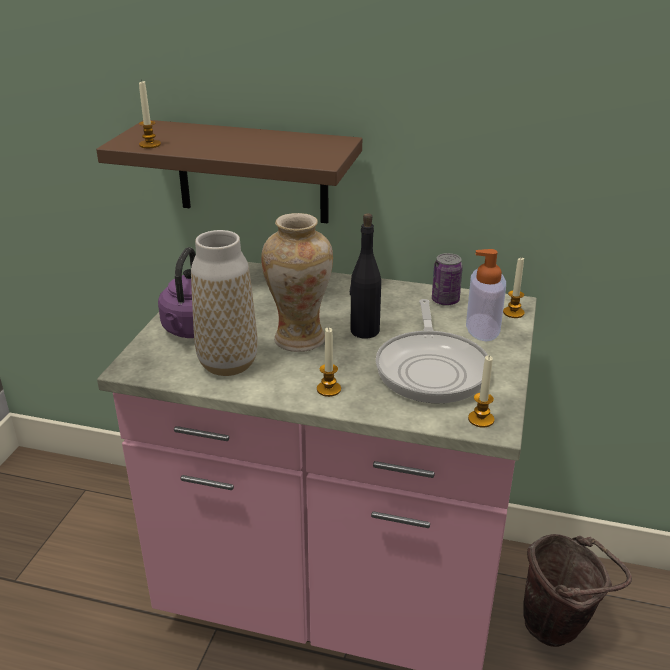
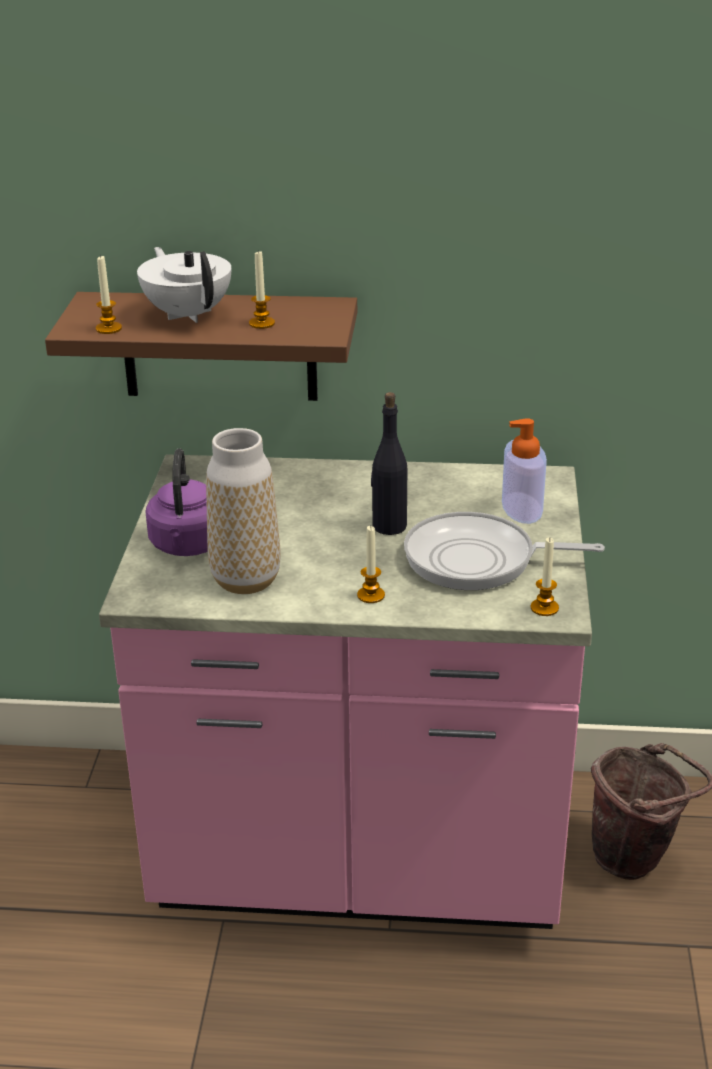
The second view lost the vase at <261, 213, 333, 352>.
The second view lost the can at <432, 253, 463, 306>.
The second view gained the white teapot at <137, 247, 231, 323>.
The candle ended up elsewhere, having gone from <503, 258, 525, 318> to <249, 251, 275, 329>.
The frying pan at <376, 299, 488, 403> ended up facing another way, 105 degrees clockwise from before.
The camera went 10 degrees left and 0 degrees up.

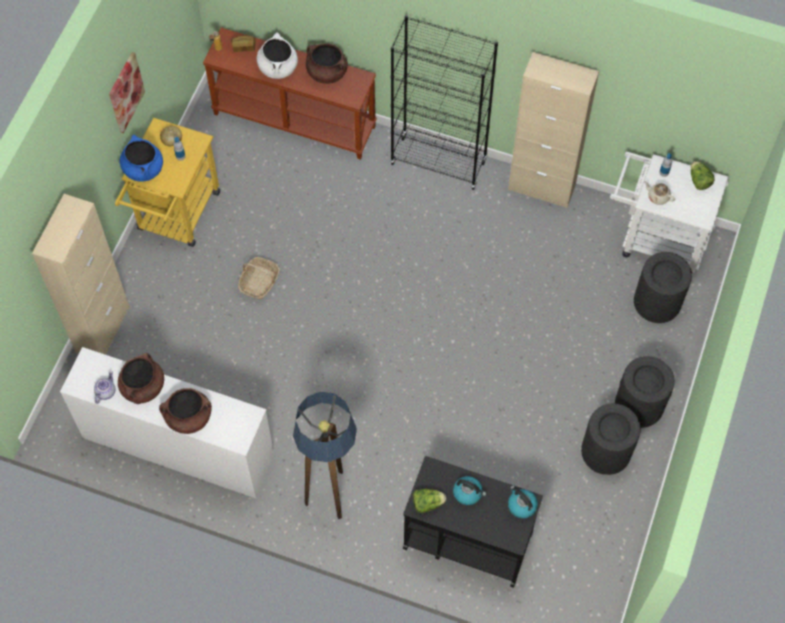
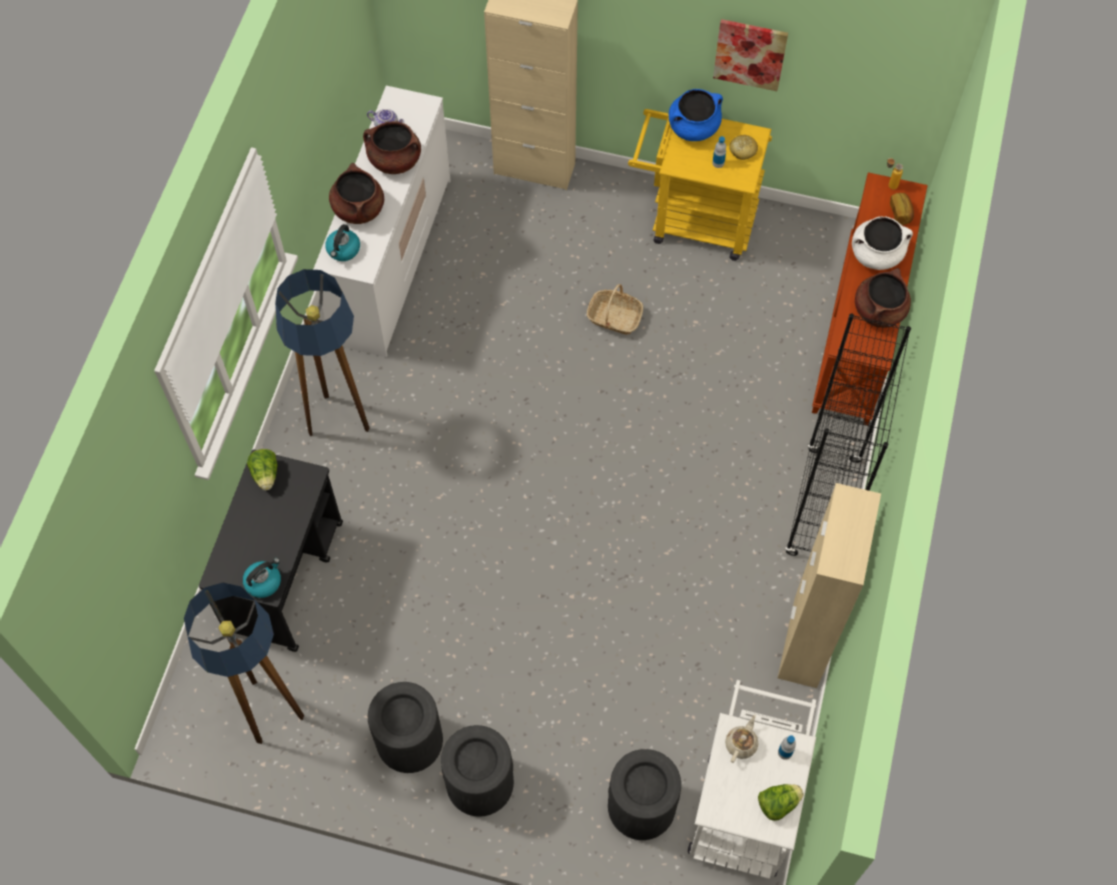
The second view gained the floor lamp at <184, 583, 304, 744>.
The kettle ended up elsewhere, having gone from <453, 476, 486, 505> to <325, 224, 360, 261>.
The camera went 85 degrees right and 0 degrees up.

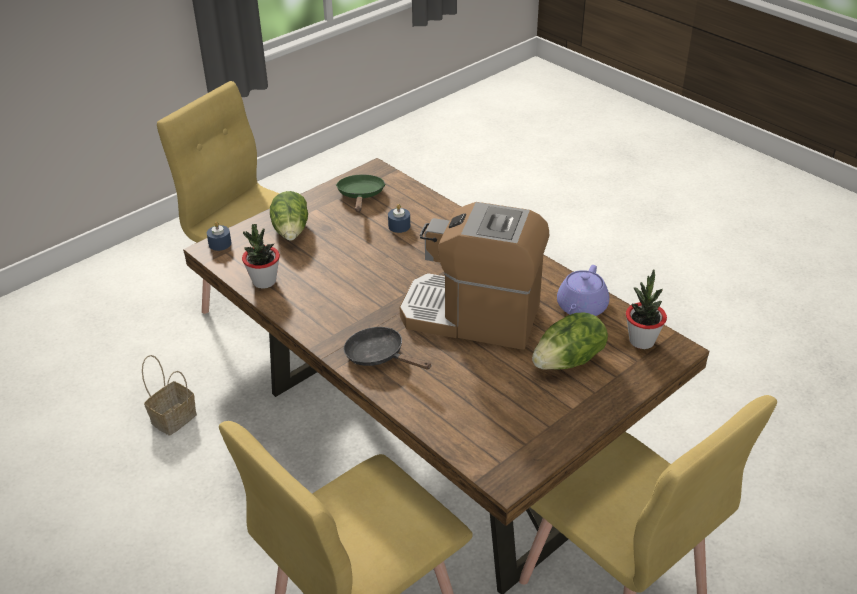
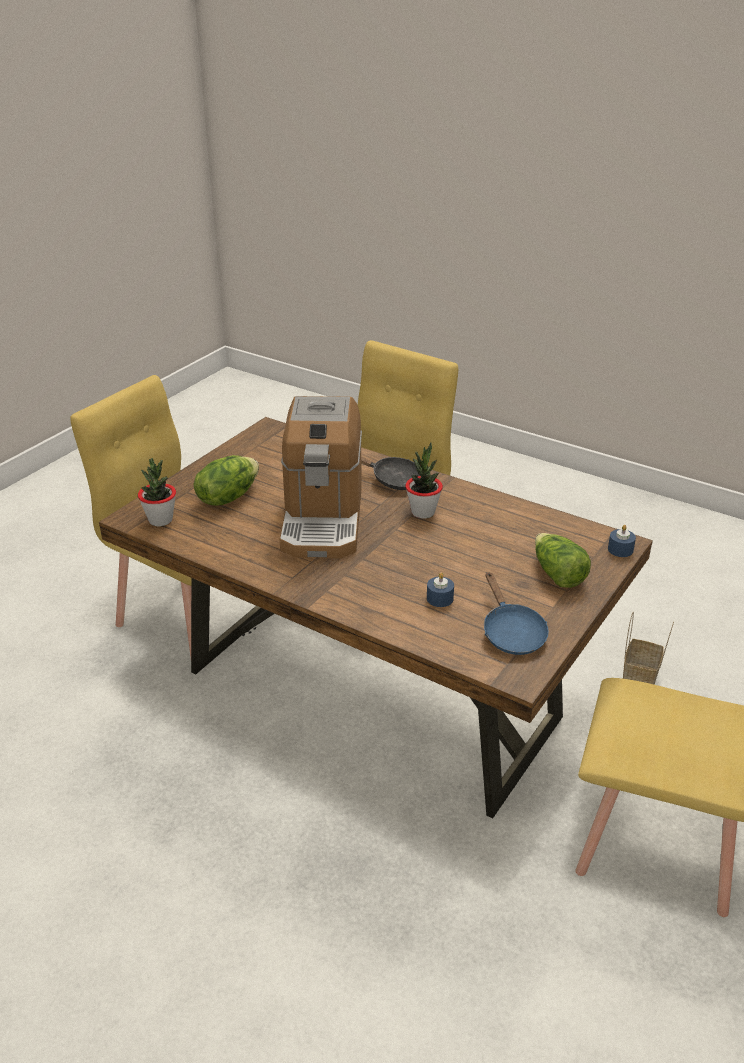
The second view lost the purple teapot at <557, 265, 609, 316>.
The potted plant ended up elsewhere, having gone from <242, 224, 280, 289> to <405, 442, 443, 519>.
What was the green frying pan at <336, 174, 386, 212> turned into the blue frying pan at <484, 572, 549, 655>.
The coffee machine at <400, 202, 550, 350> ended up facing another way, 90 degrees clockwise from before.
The camera went 165 degrees right and 5 degrees down.

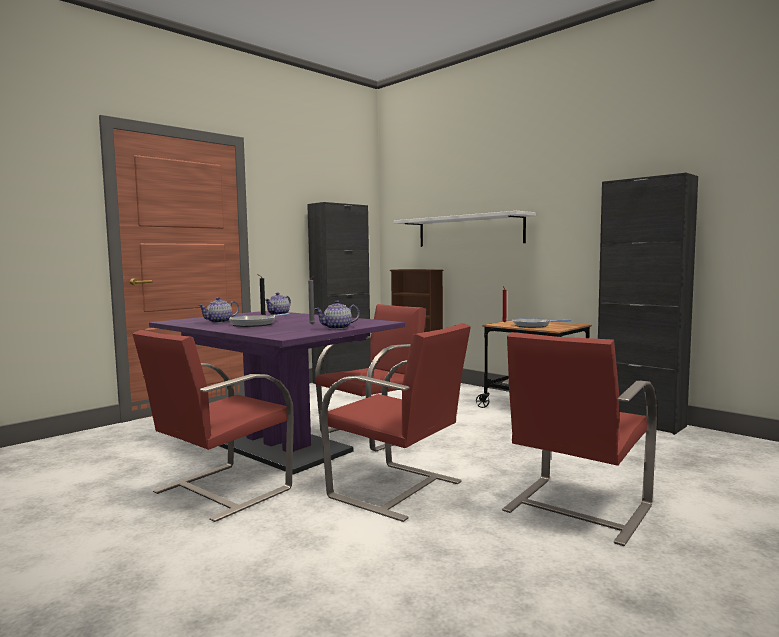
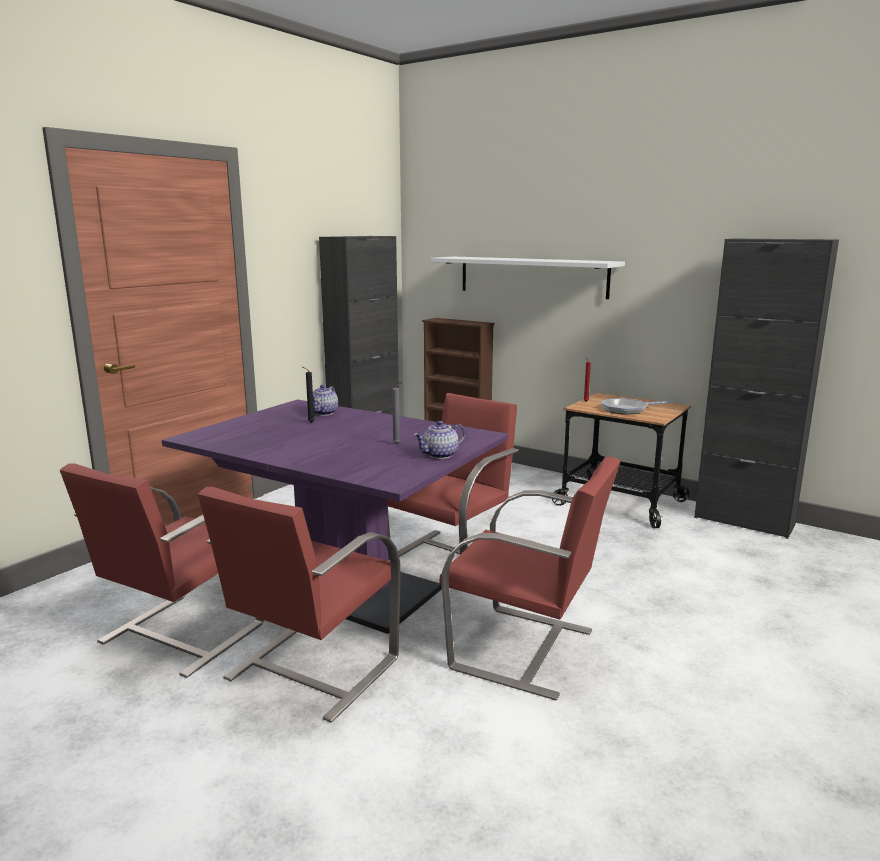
The second view lost the teapot at <198, 297, 239, 323>.
The second view lost the frying pan at <229, 313, 289, 327>.
The red chair ended up elsewhere, having gone from <502, 332, 657, 546> to <60, 463, 264, 678>.
The camera went 10 degrees left and 10 degrees up.

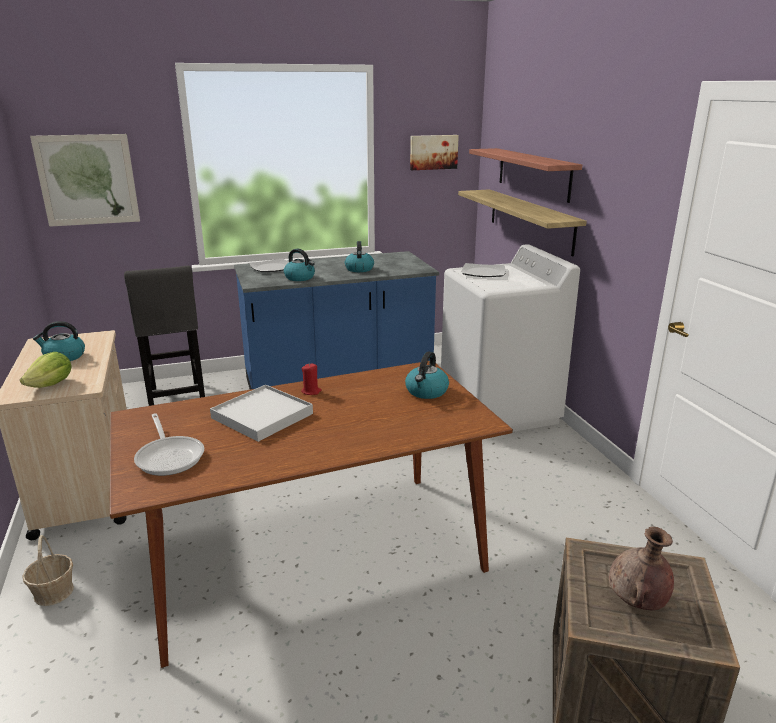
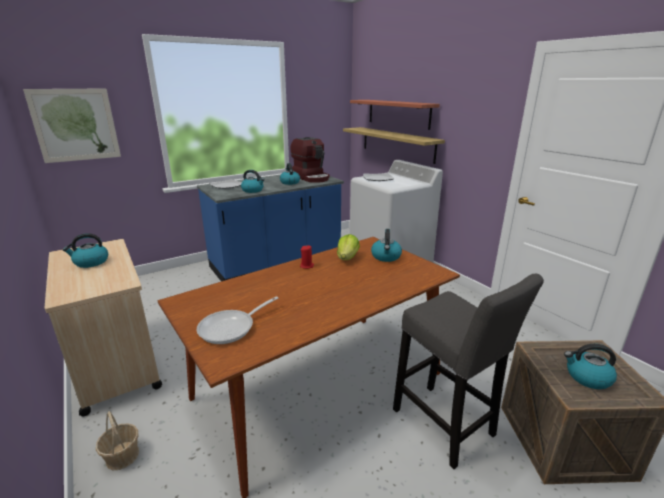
The second view lost the white tray at <210, 385, 313, 442>.
The second view lost the picture at <410, 135, 459, 170>.
The second view gained the coffee machine at <290, 137, 329, 183>.
The lettuce ended up elsewhere, having gone from <20, 352, 71, 388> to <337, 234, 360, 260>.
The grey stool ended up elsewhere, having gone from <124, 266, 205, 406> to <393, 274, 544, 469>.
Where the brown vase stood at <609, 526, 674, 610>, the kettle came to stand at <564, 344, 617, 389>.
The frying pan at <134, 413, 204, 476> ended up facing another way, 90 degrees clockwise from before.
The camera went 15 degrees left and 0 degrees up.

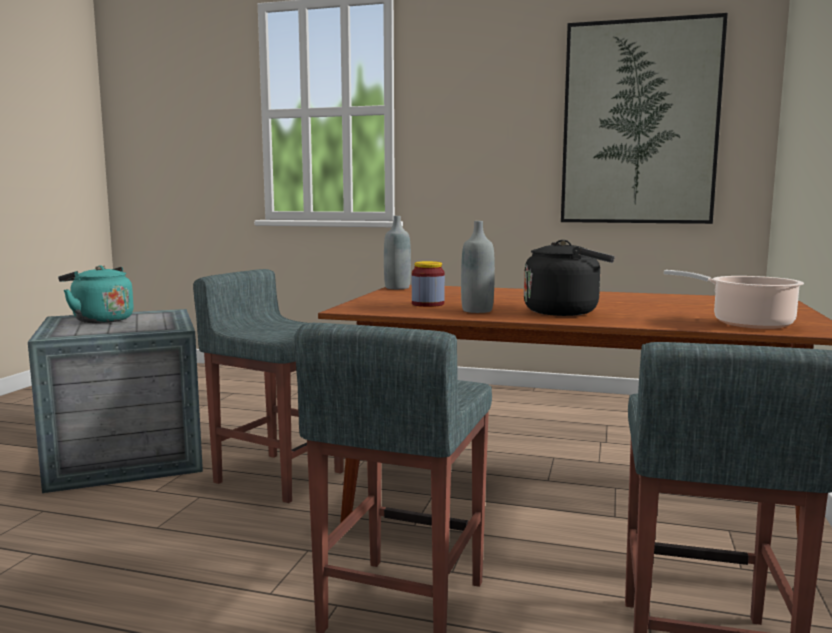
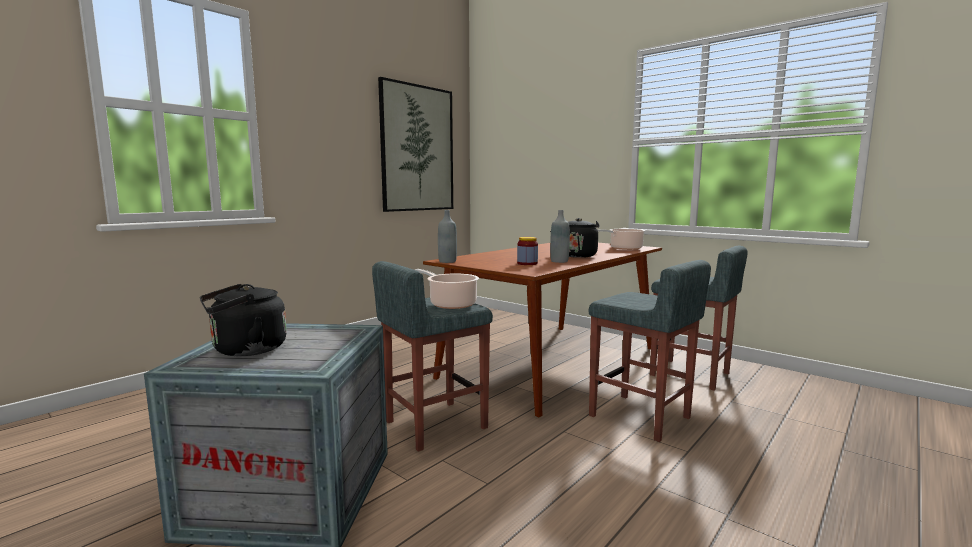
The second view gained the cooking pot at <415, 269, 479, 309>.
What was the turquoise kettle at <58, 265, 134, 323> turned into the black kettle at <200, 284, 287, 356>.
The camera went 65 degrees left and 0 degrees up.

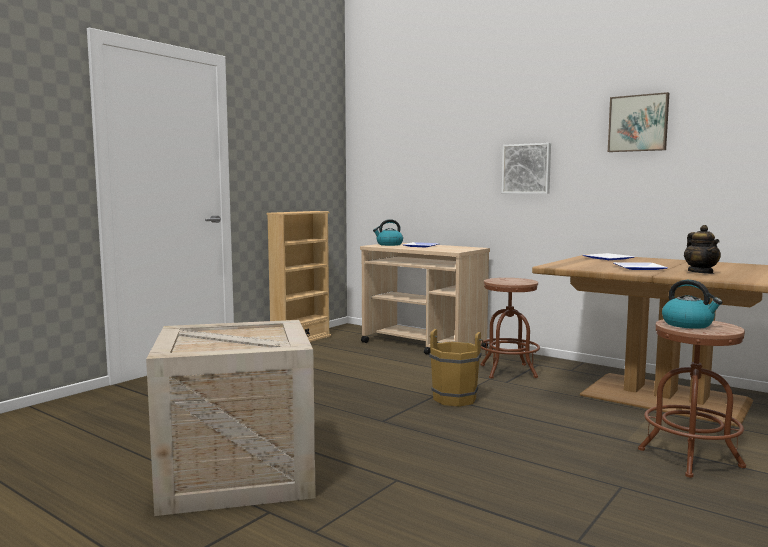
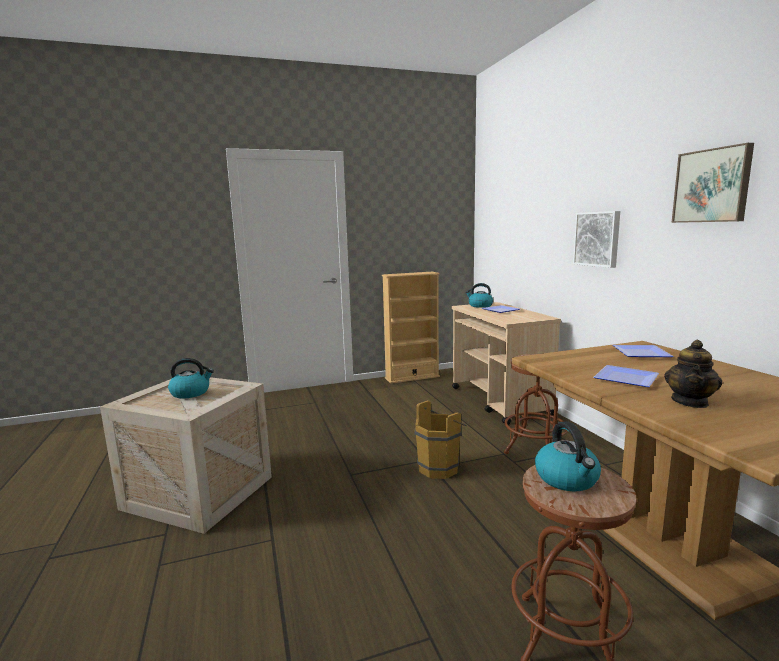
The second view gained the kettle at <168, 358, 214, 399>.
The camera went 35 degrees right and 5 degrees up.

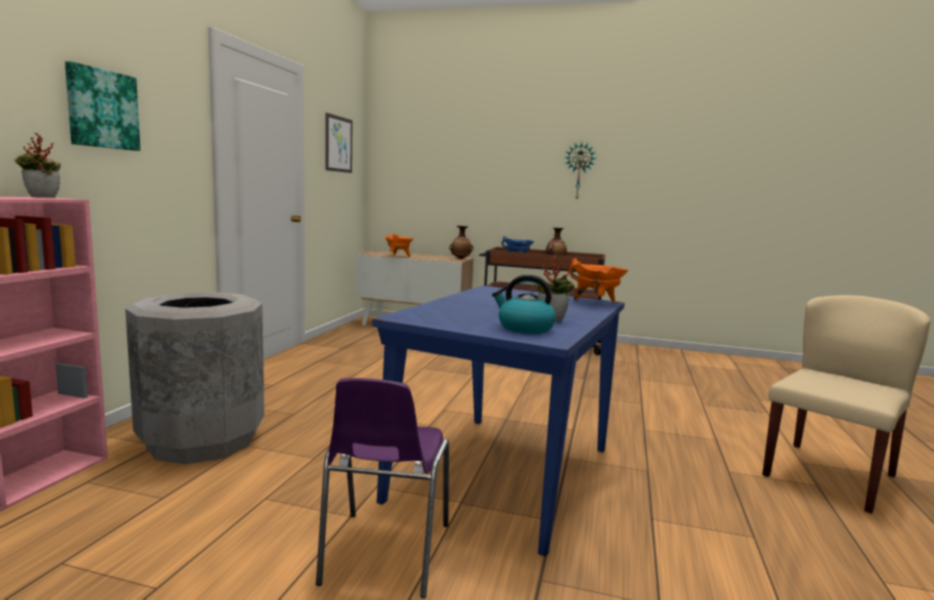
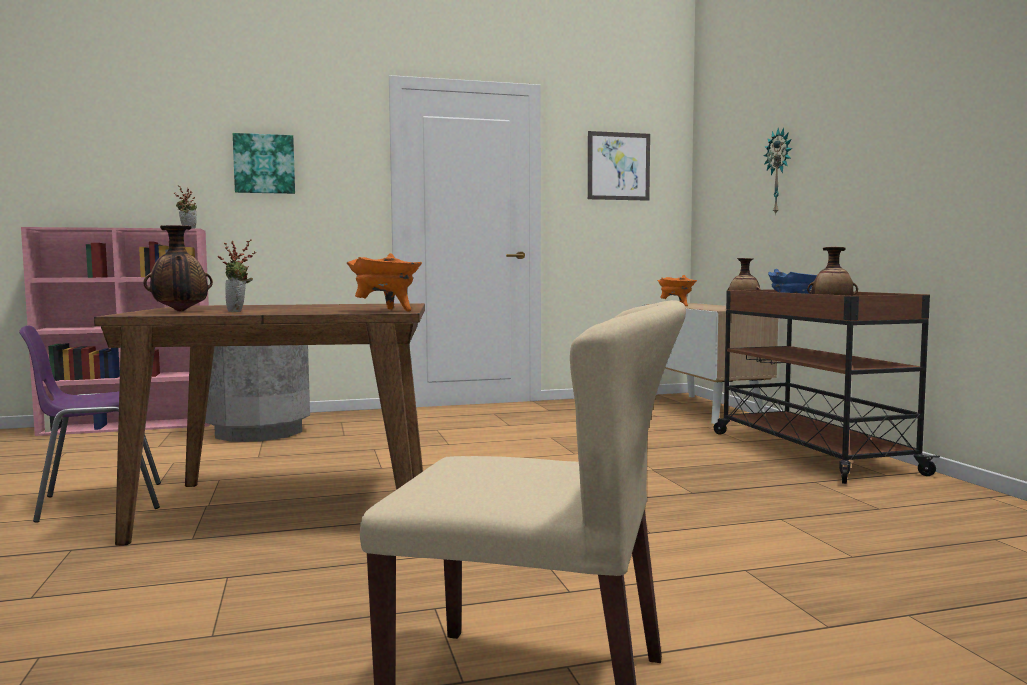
The wall clock ended up elsewhere, having gone from <564, 142, 597, 198> to <764, 128, 792, 216>.
Where the kettle stood at <492, 275, 556, 334>, the vase came to stand at <143, 225, 213, 312>.
What was the blue dining table at <373, 286, 625, 556> turned into the brown dining table at <94, 303, 425, 546>.
The camera went 60 degrees right and 5 degrees down.

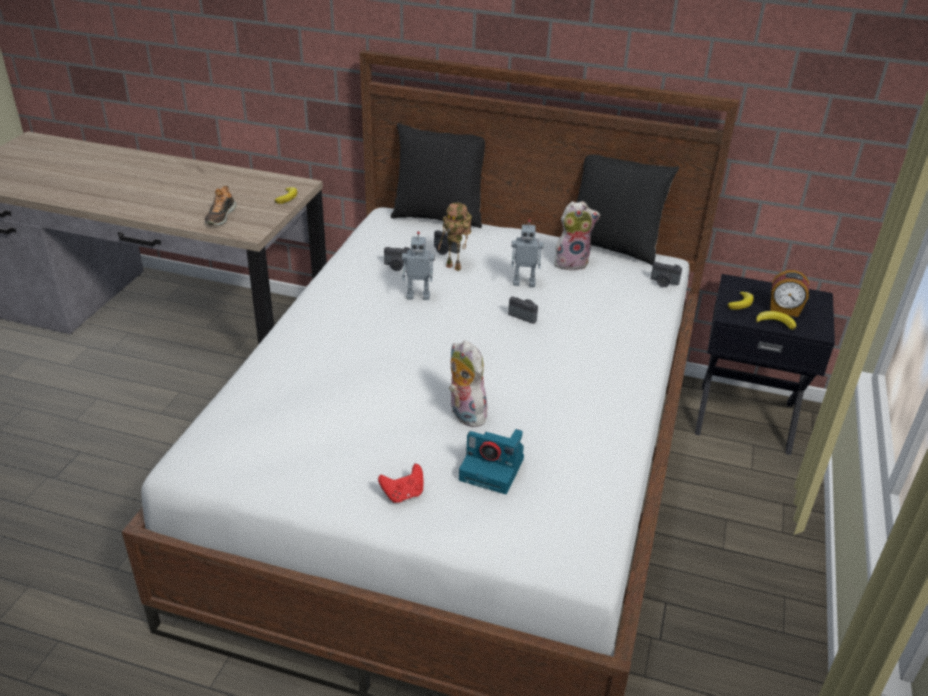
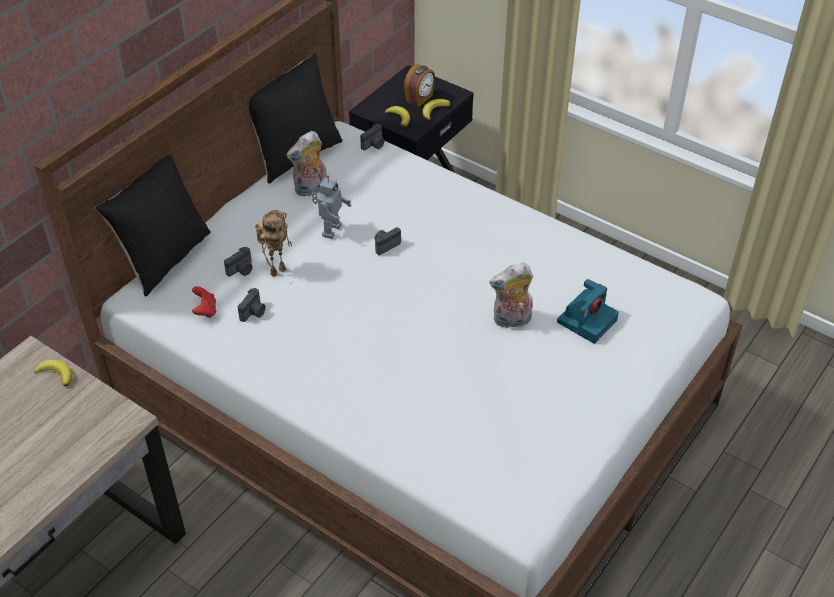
The second view lost the shoe at <205, 186, 237, 225>.
The second view lost the toy robot at <402, 232, 435, 300>.
The red game controller ended up elsewhere, having gone from <378, 464, 423, 503> to <192, 286, 216, 318>.
The plush toy at <554, 201, 600, 271> ended up facing another way, 135 degrees counterclockwise from before.
The camera went 70 degrees left and 10 degrees up.

